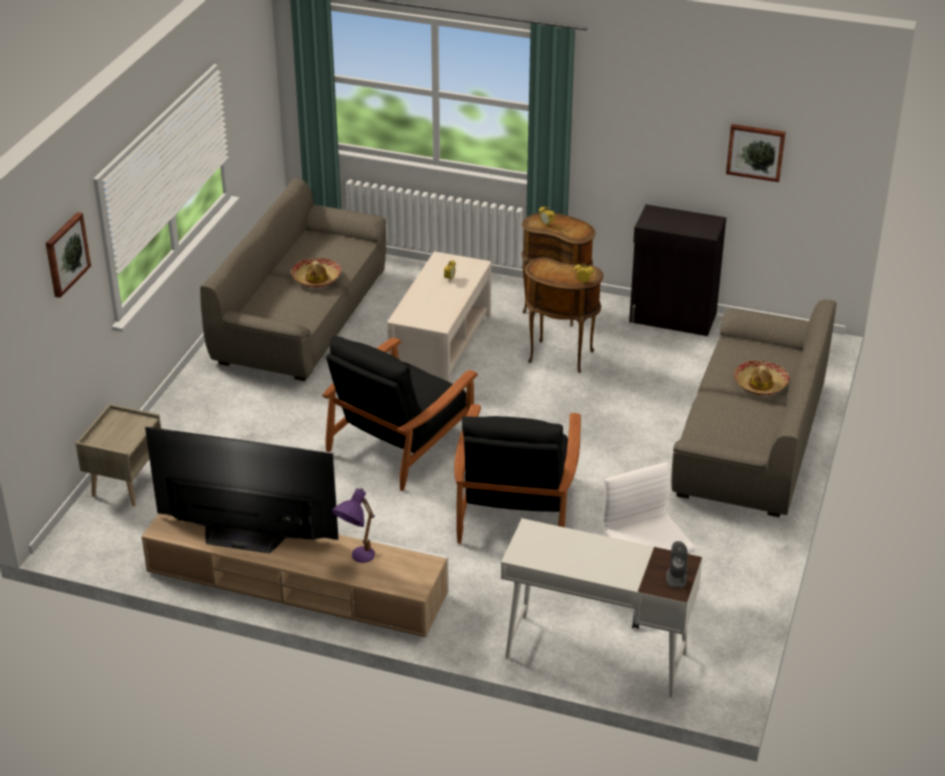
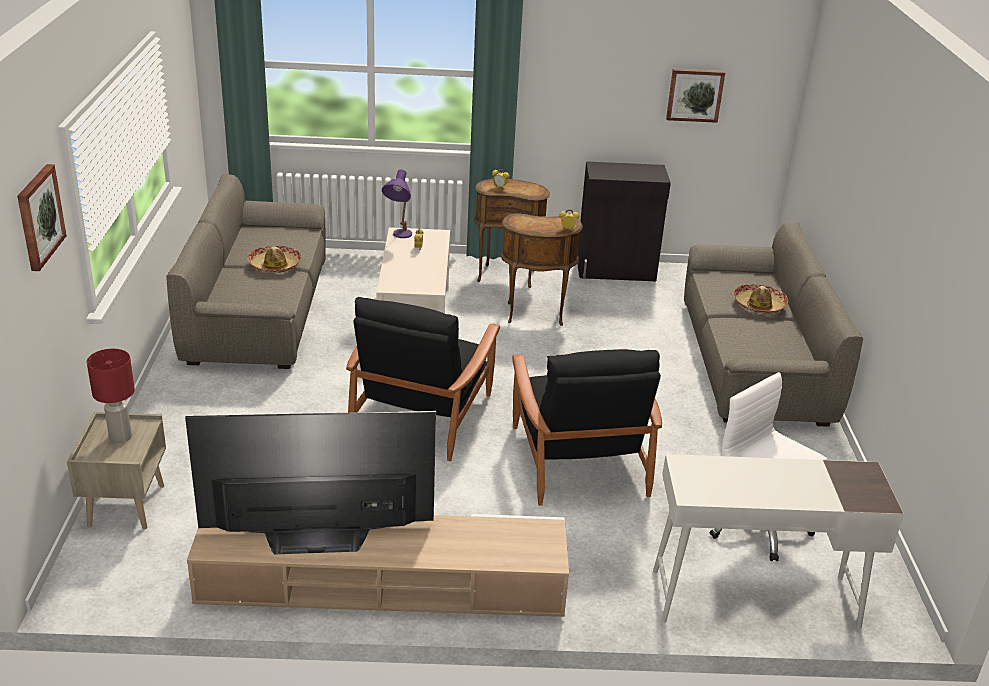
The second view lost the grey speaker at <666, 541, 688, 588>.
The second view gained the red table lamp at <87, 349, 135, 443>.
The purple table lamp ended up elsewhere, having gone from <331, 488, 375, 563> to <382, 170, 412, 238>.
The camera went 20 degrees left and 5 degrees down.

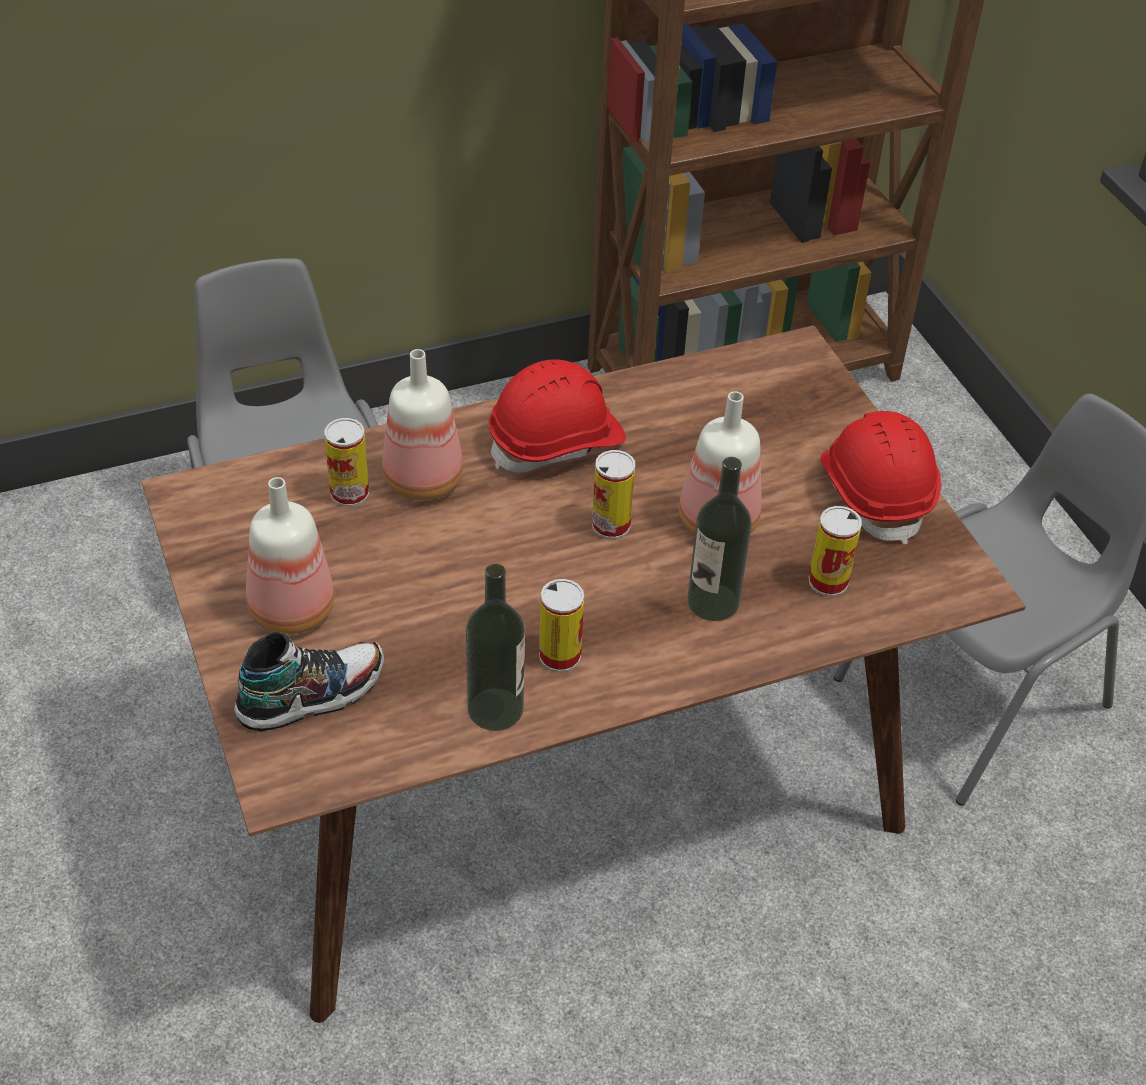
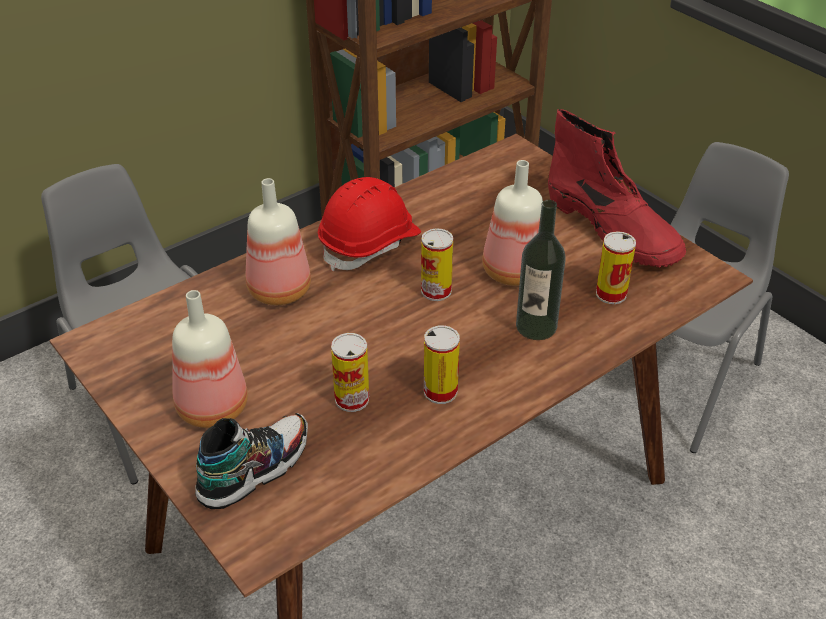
The second view lost the bottle at <466, 564, 525, 731>.
The can ended up elsewhere, having gone from <324, 418, 369, 507> to <331, 333, 369, 412>.
Where the red hard hat stood at <821, 411, 941, 544>, the red boot came to stand at <548, 109, 686, 267>.
The camera went 15 degrees left and 5 degrees down.

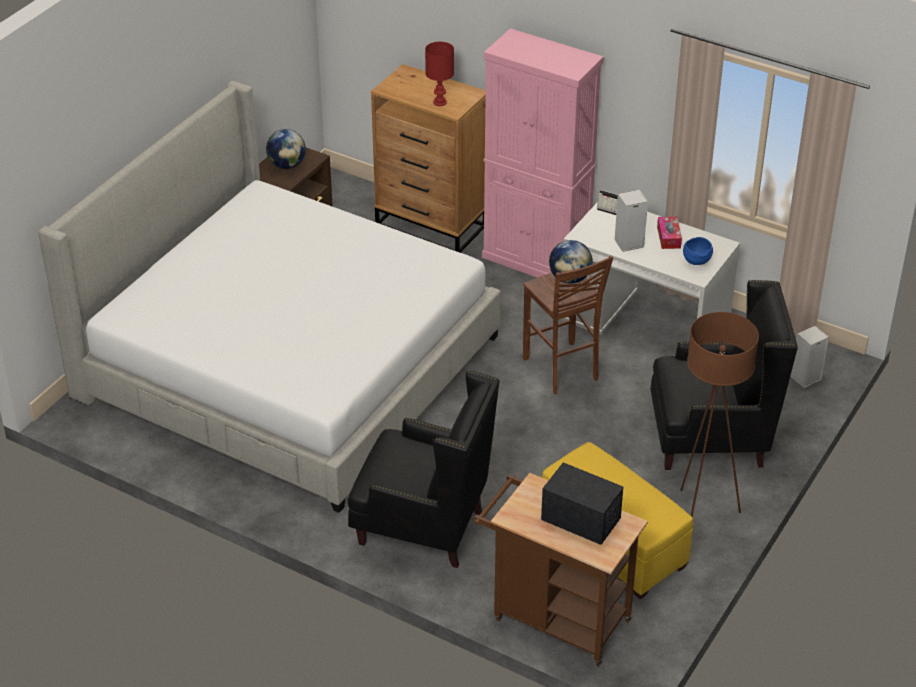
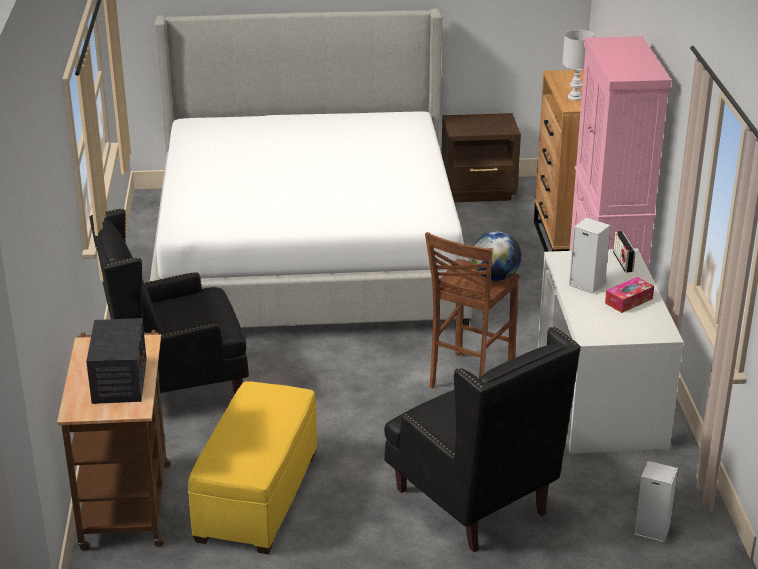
The second view lost the globe at <266, 129, 306, 169>.
The second view lost the brown floor lamp at <680, 312, 759, 517>.
The second view lost the blue bowl at <683, 237, 713, 265>.
What was the red table lamp at <425, 42, 454, 106> turned into the white table lamp at <562, 30, 596, 101>.
The black armchair at <348, 371, 500, 568> ended up facing another way, 90 degrees clockwise from before.
The camera went 55 degrees right and 10 degrees down.

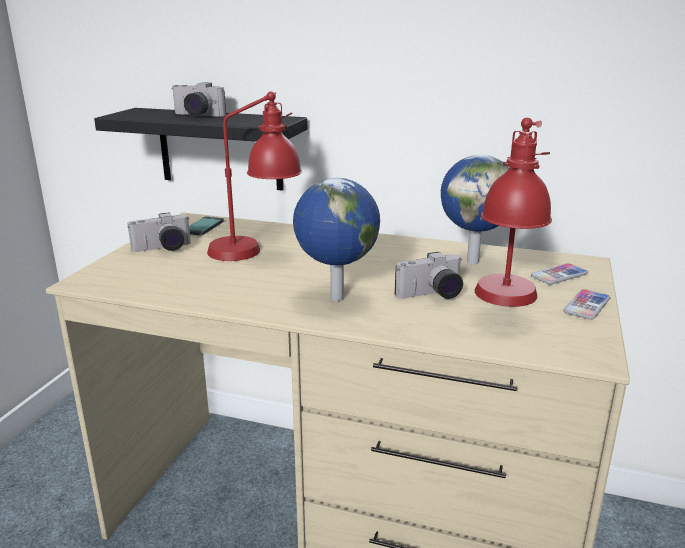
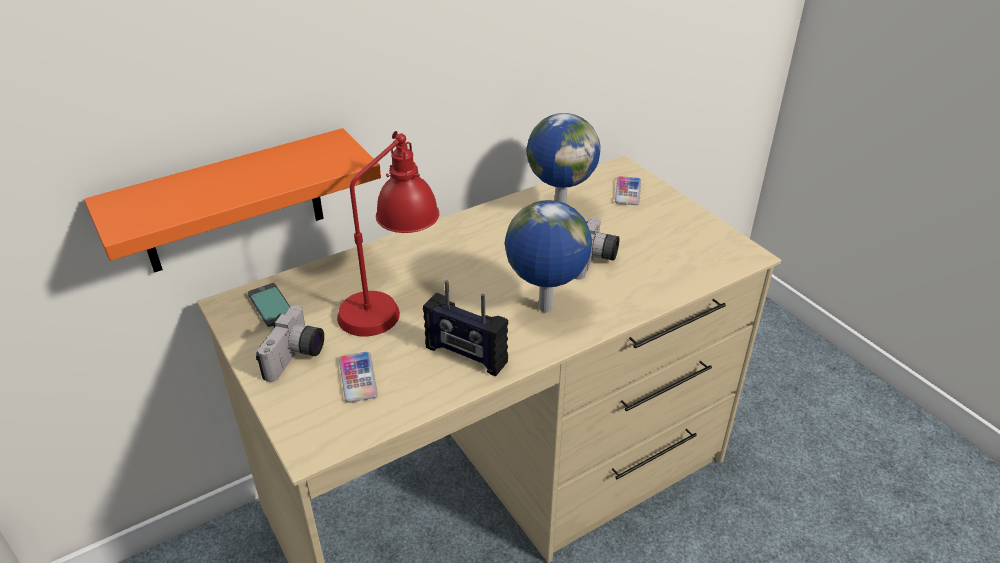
The second view lost the photo camera at <171, 82, 226, 117>.
The second view lost the red table lamp at <475, 117, 552, 307>.
The second view gained the radio at <423, 280, 508, 376>.
The phone ended up elsewhere, having gone from <563, 289, 611, 320> to <339, 352, 378, 403>.
What was the black shelf at <94, 108, 307, 191> turned into the orange shelf at <84, 128, 381, 273>.
The camera went 50 degrees left and 15 degrees up.

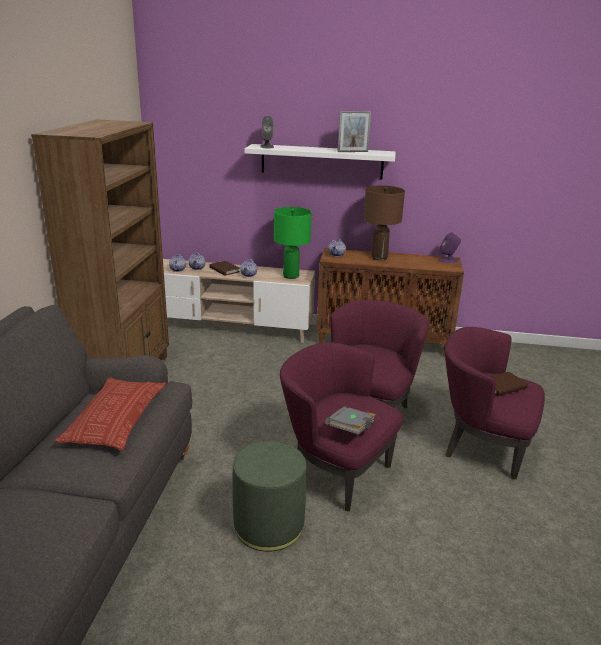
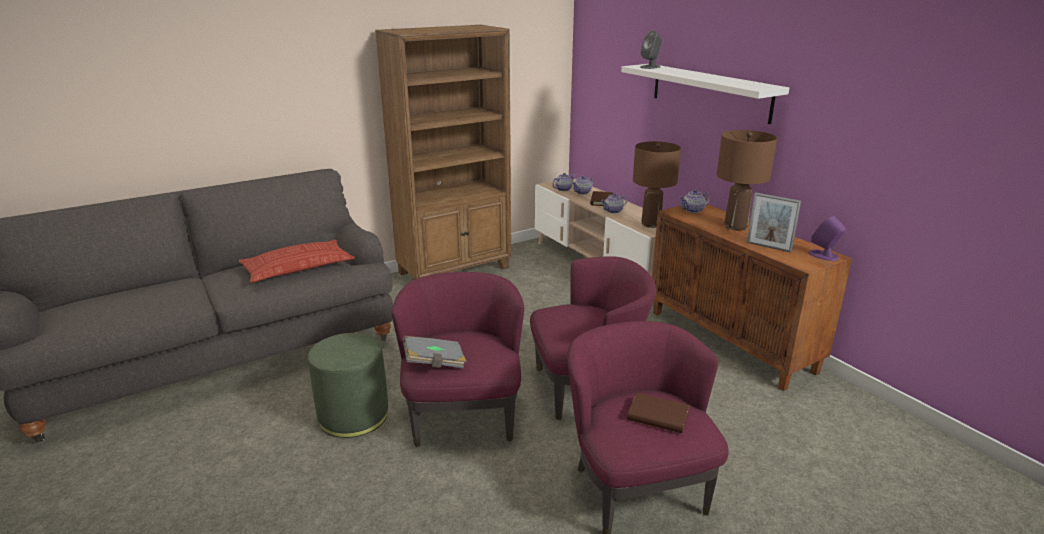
The picture frame ended up elsewhere, having gone from <338, 111, 371, 152> to <747, 192, 801, 253>.
What was the green table lamp at <274, 207, 312, 279> turned into the brown table lamp at <633, 141, 681, 228>.
The camera went 50 degrees right and 0 degrees up.

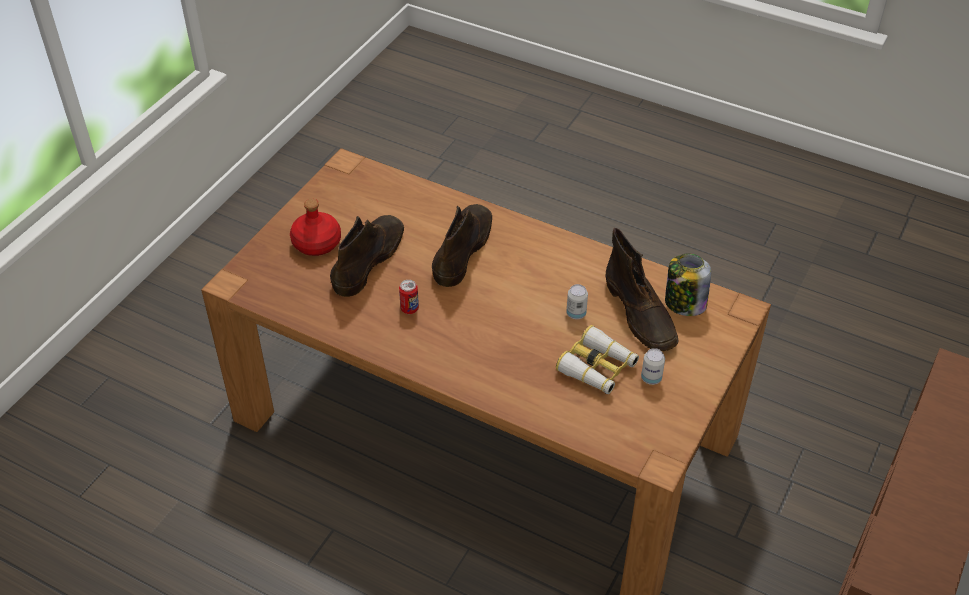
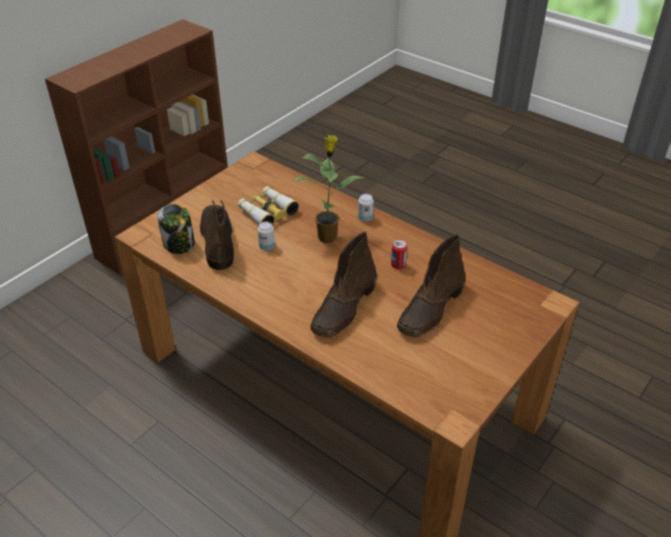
The second view lost the red bottle at <290, 199, 341, 256>.
The second view gained the potted plant at <292, 135, 365, 243>.
The can ended up elsewhere, having gone from <641, 348, 665, 385> to <358, 194, 374, 222>.
The camera went 170 degrees left and 5 degrees down.

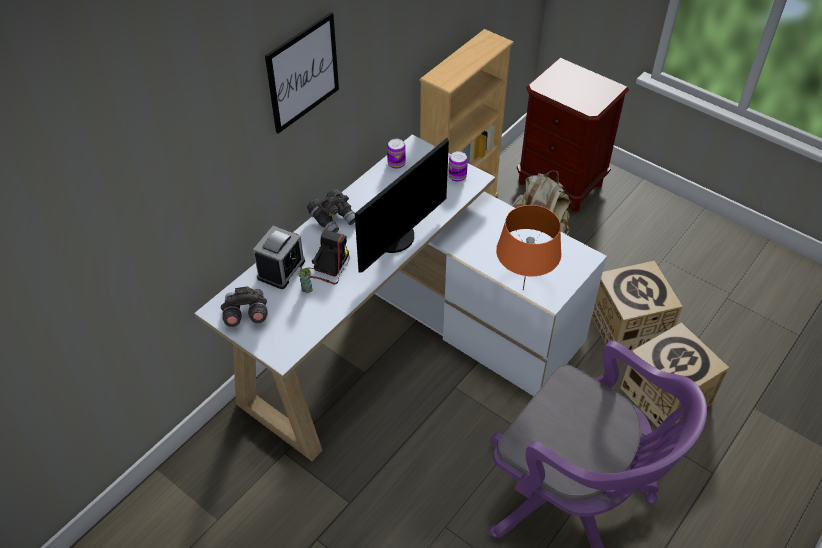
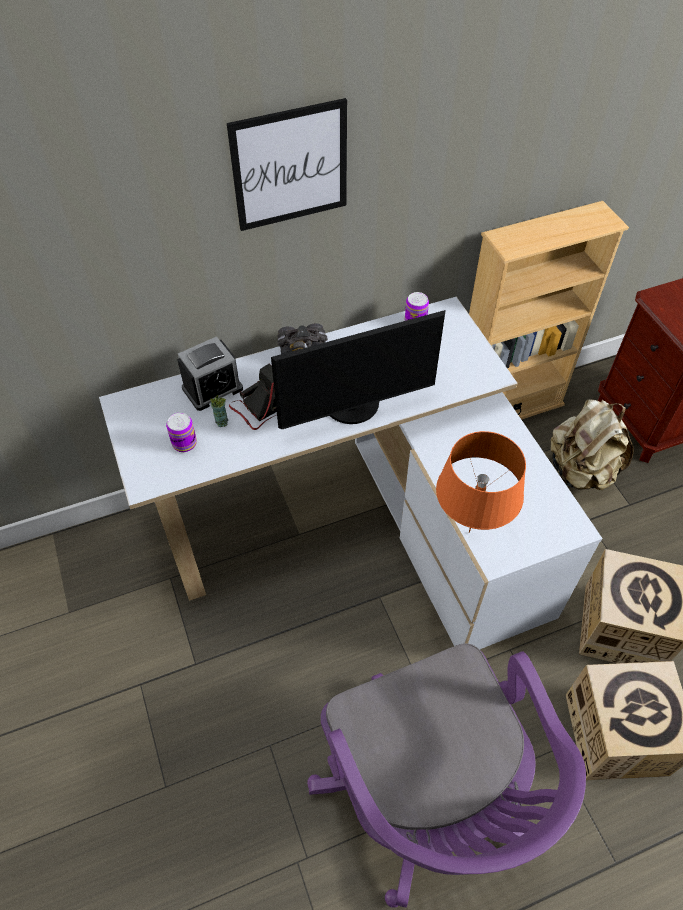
The second view lost the grey binoculars at <221, 286, 268, 327>.
The can ended up elsewhere, having gone from <448, 151, 468, 182> to <166, 413, 197, 452>.
The camera went 30 degrees right and 5 degrees up.

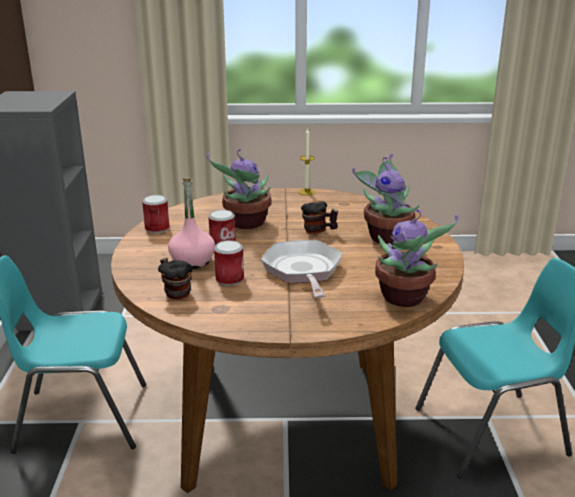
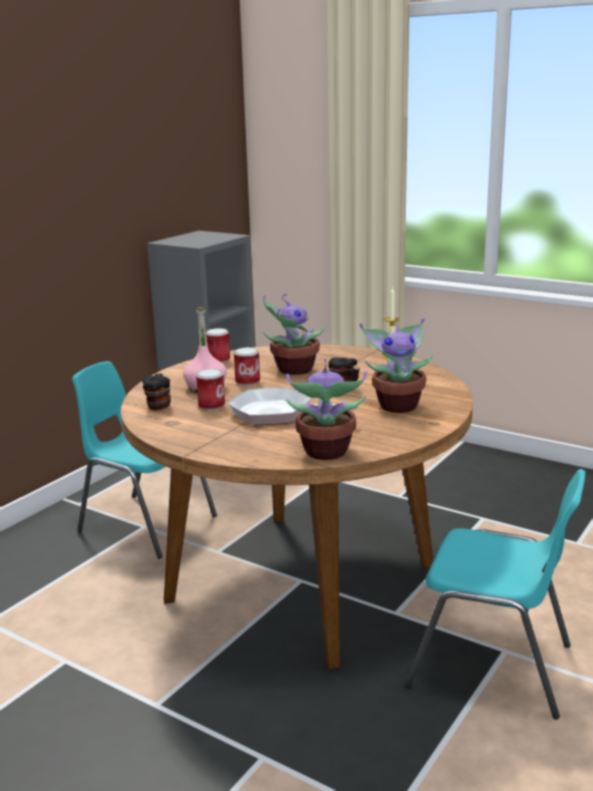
The frying pan at <260, 240, 343, 298> ended up facing another way, 90 degrees counterclockwise from before.
The camera went 35 degrees right and 5 degrees down.

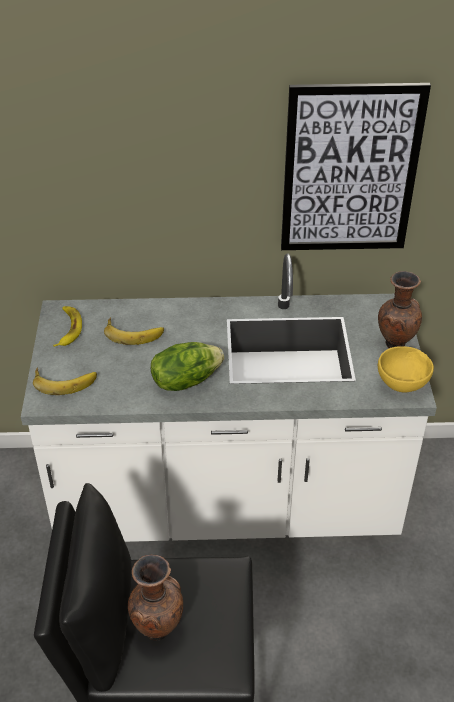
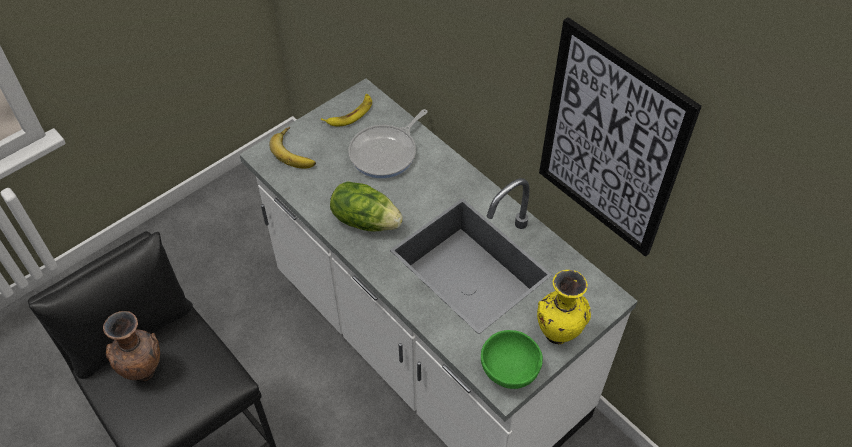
Where the banana stood at <104, 317, 164, 345>, the frying pan came to stand at <348, 109, 428, 178>.
What was the brown vase at <378, 271, 422, 348> turned into the yellow vase at <537, 270, 591, 345>.
What was the yellow bowl at <378, 346, 434, 392> turned into the green bowl at <481, 330, 543, 389>.
The camera went 50 degrees right and 10 degrees up.

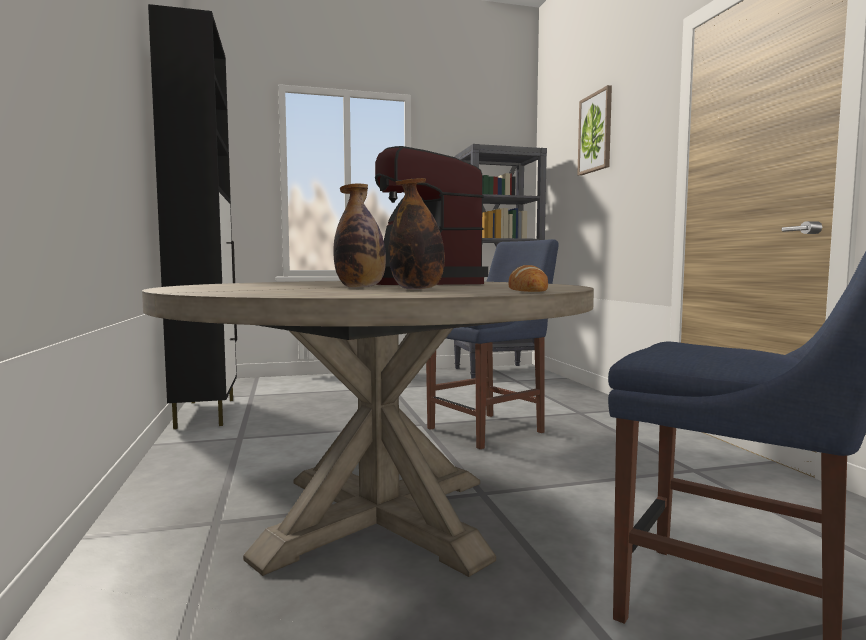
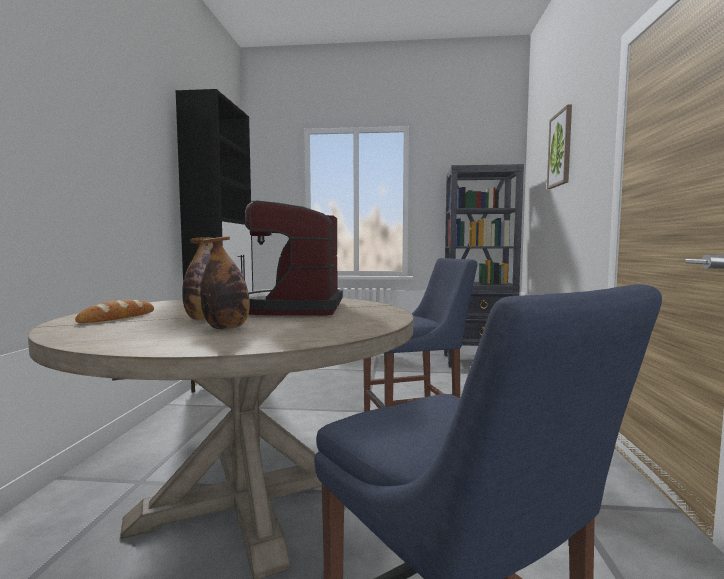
The bread ended up elsewhere, having gone from <509, 265, 548, 292> to <75, 300, 154, 323>.
The camera went 20 degrees right and 0 degrees up.

